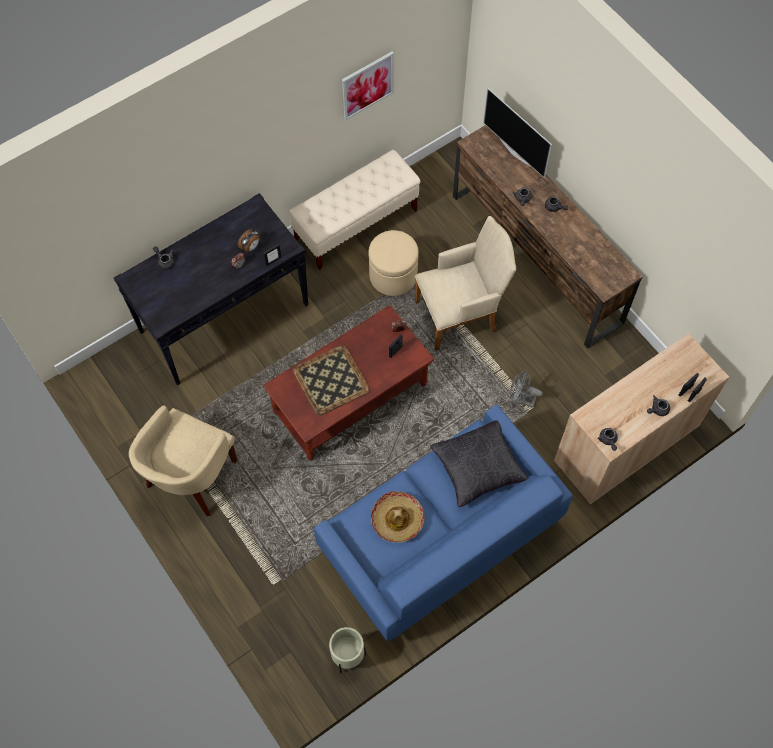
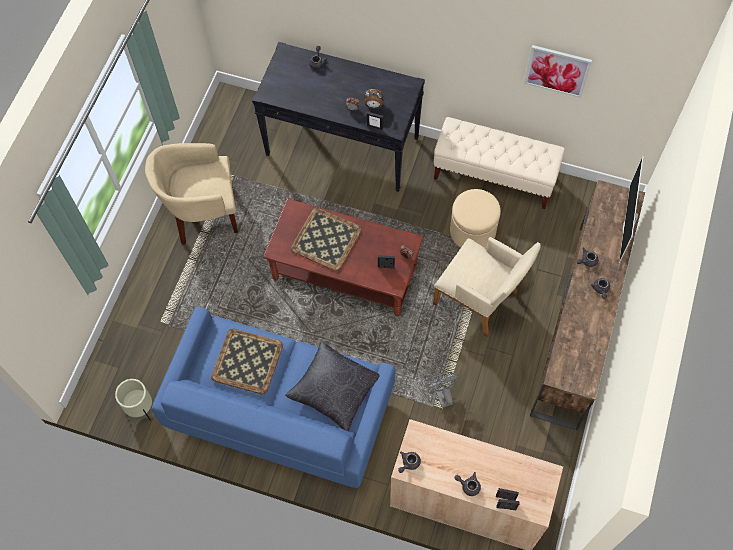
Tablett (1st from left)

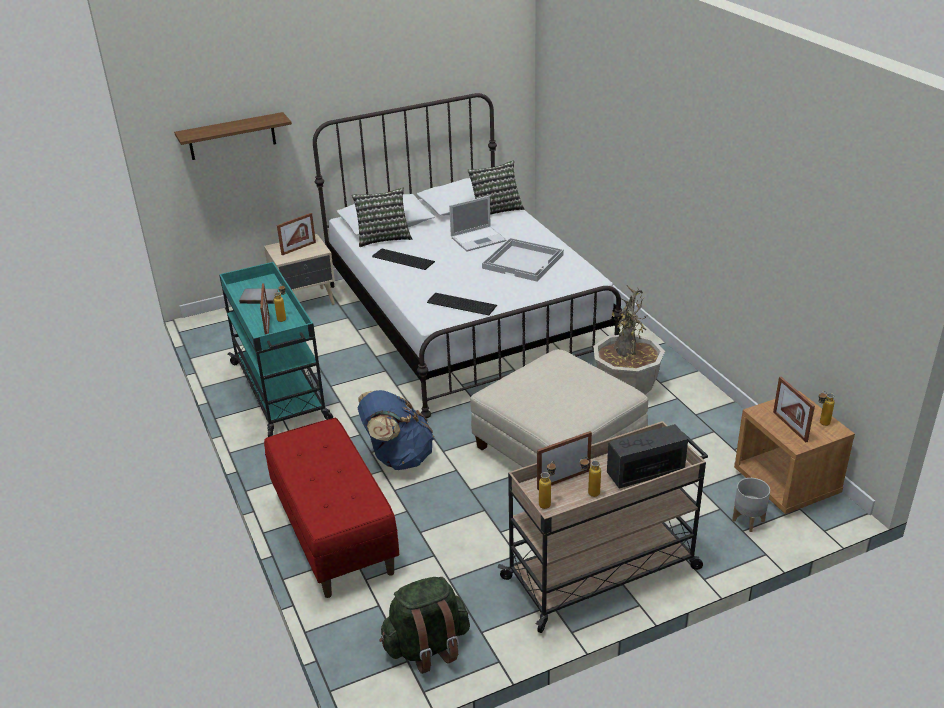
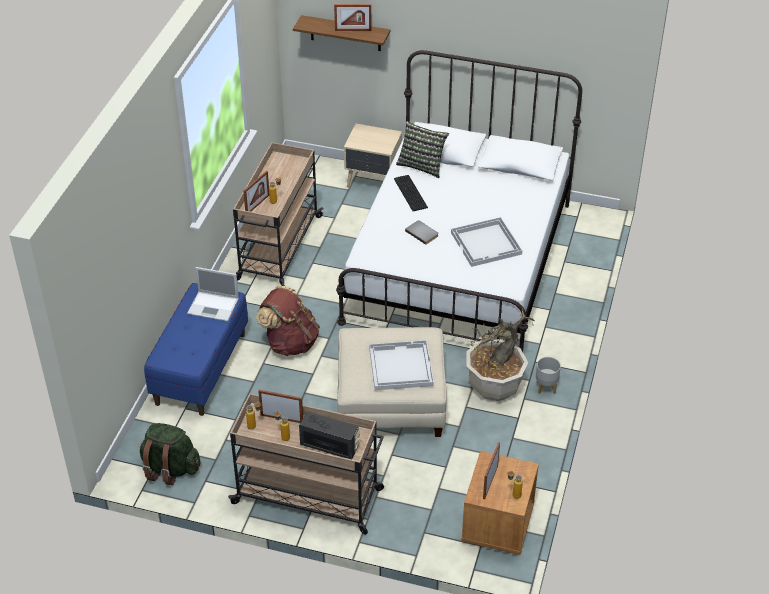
Rollwagen [beige] (1st from left); Buch [grau]; Bank [blau]; Bilderrahmen (3rd from left); Rucksack [braun]; Tastatur (2nd from left in the first image); Laptop; Kissen (2nd from left in the first image); Pflanzkübel [grau]; Tablett [weiß] (1st from left)

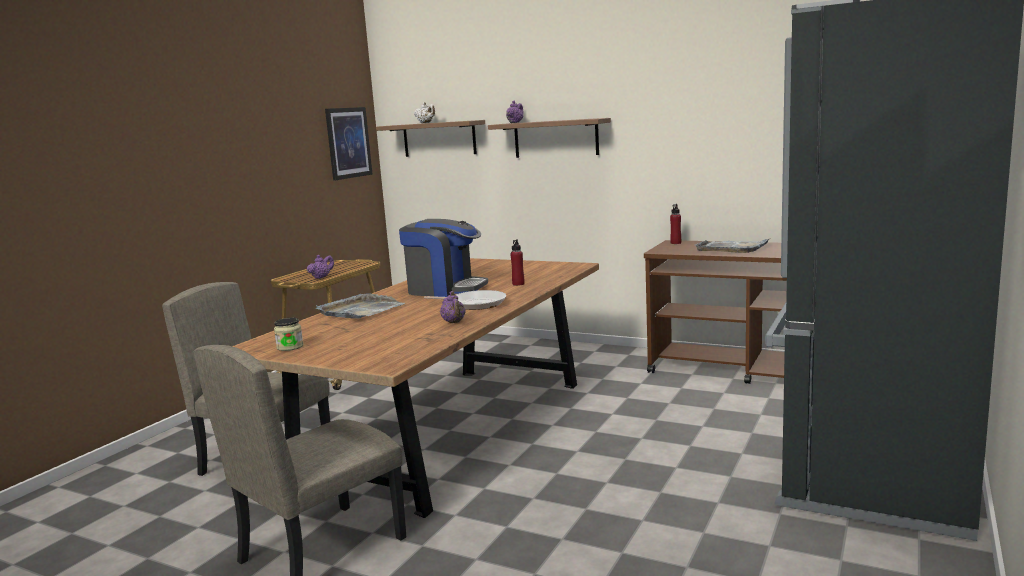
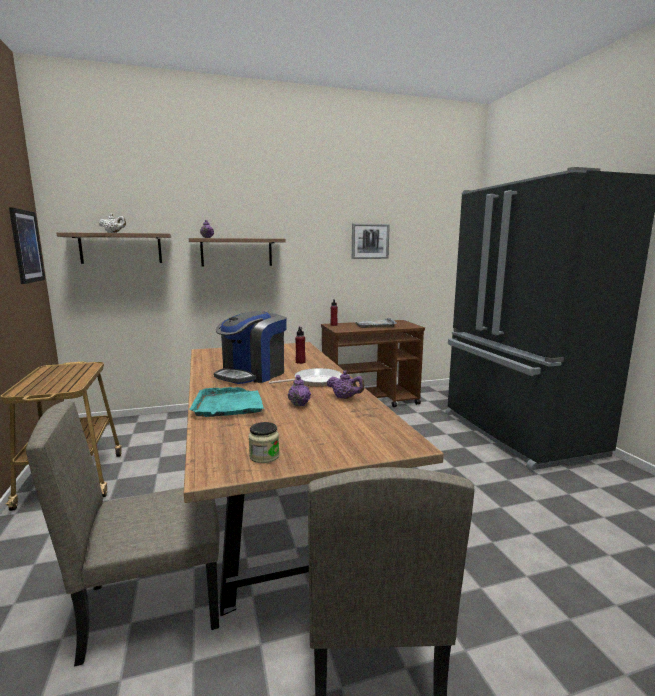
Teekanne [lila] (2nd from left); Tablett [türkis]; Kaffeemaschine; Bild (2nd from left)

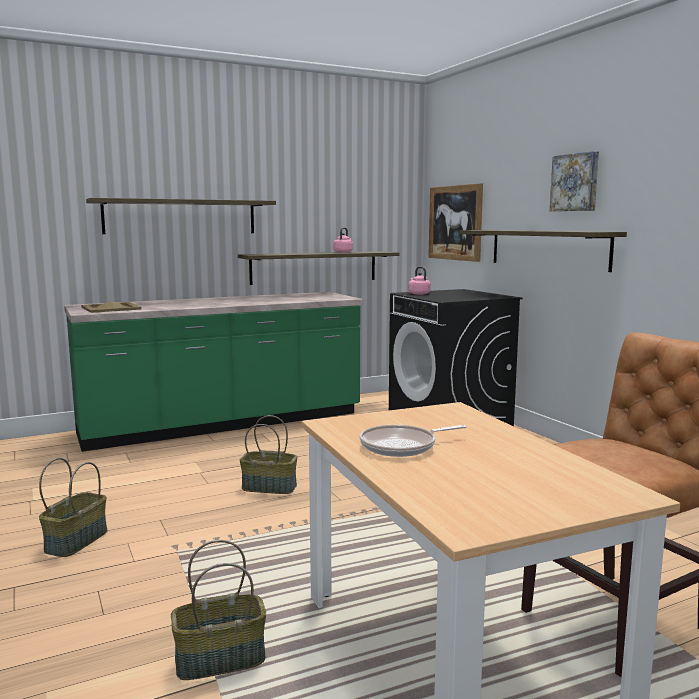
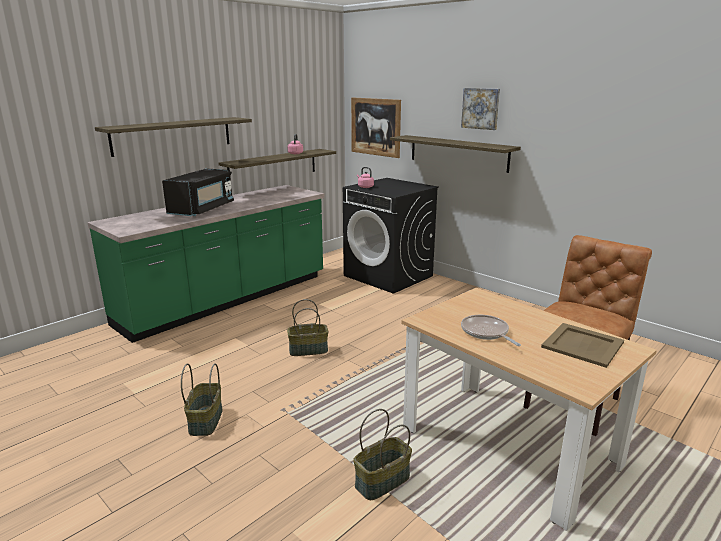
Tablett [beige]; Pfanne; Mikrowelle [schwarz]

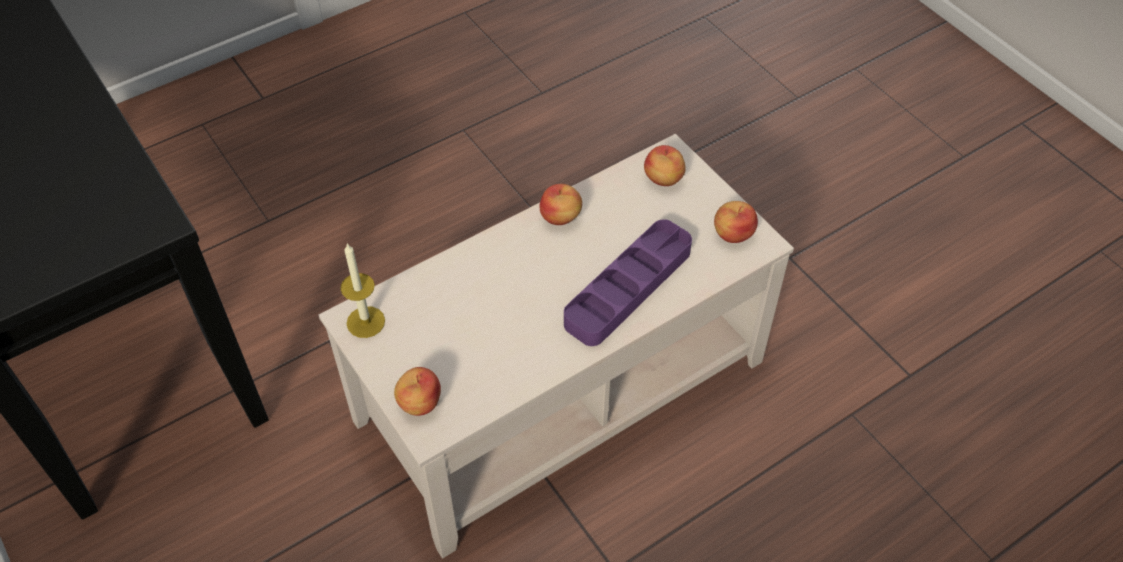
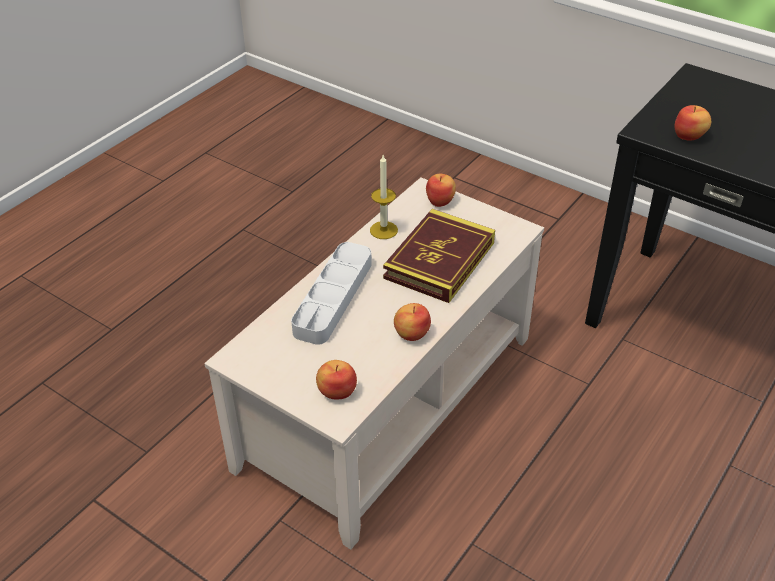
Kerze; Tablett [grau]; Apfel (4th from left); Buch

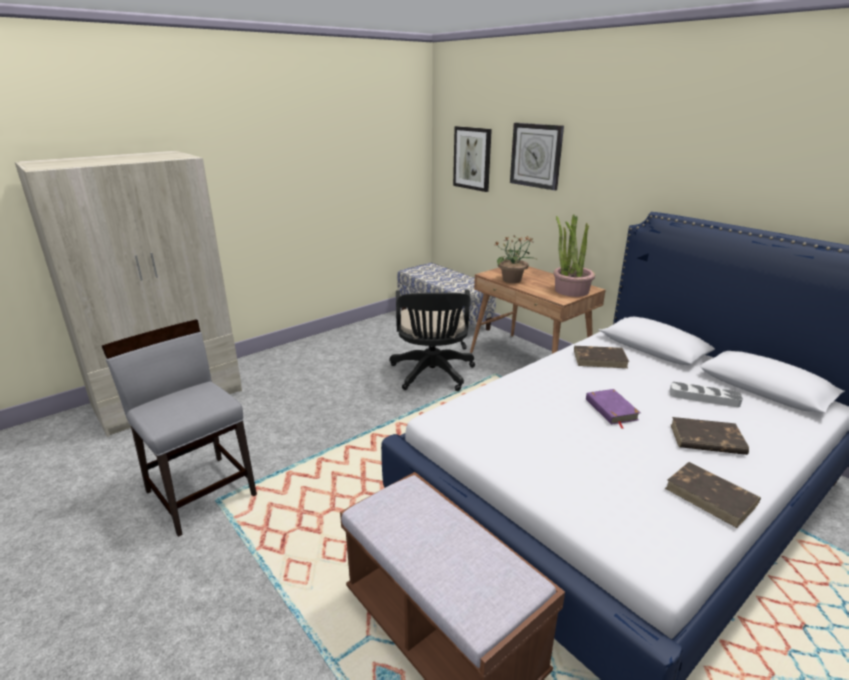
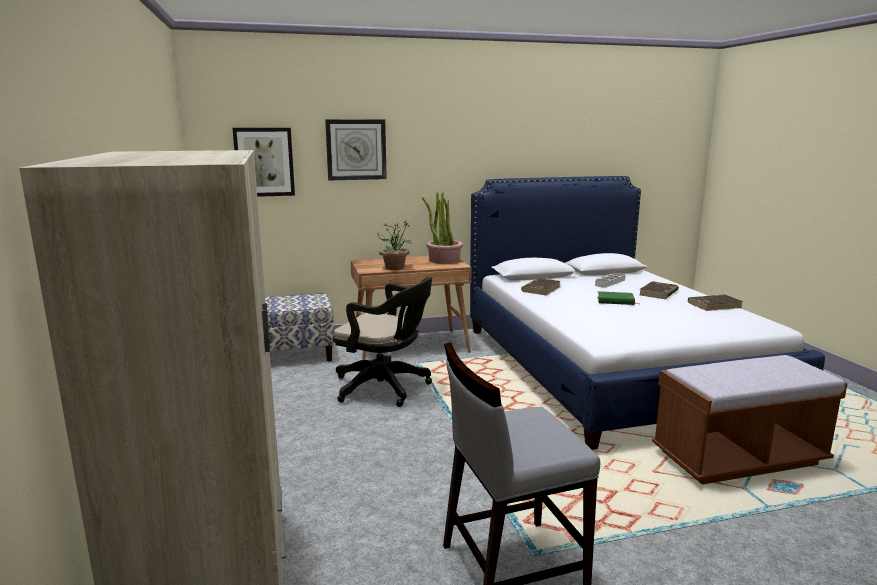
Buch [grün]

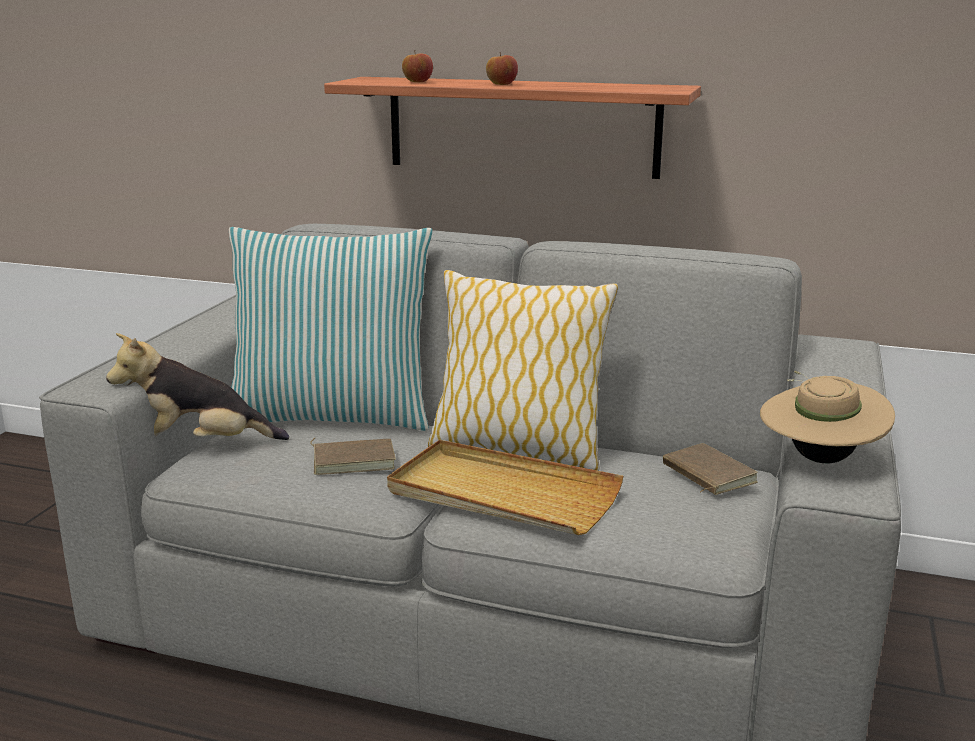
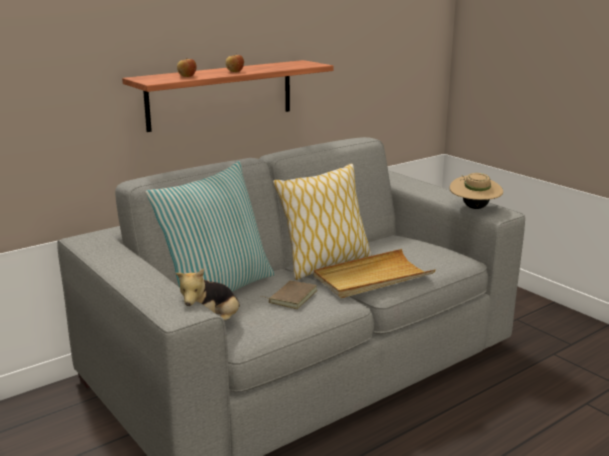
Buch [braun] (2nd from left in the first image)

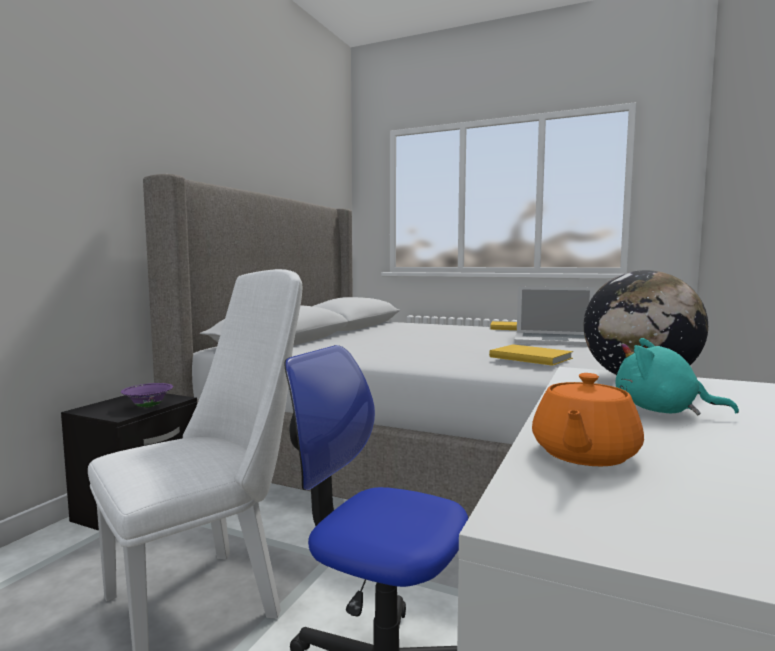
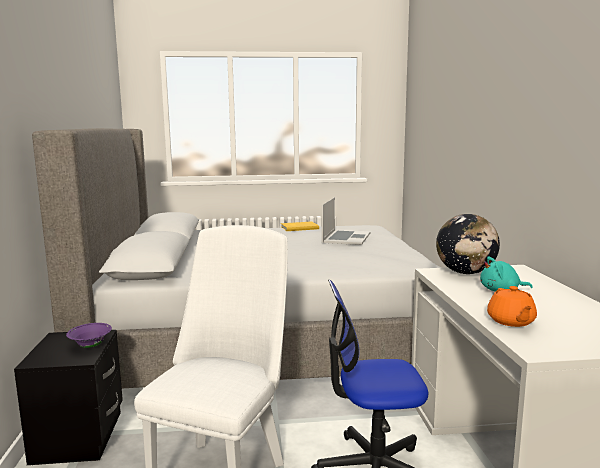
Buch [gelb] (2nd from left in the first image); Laptop

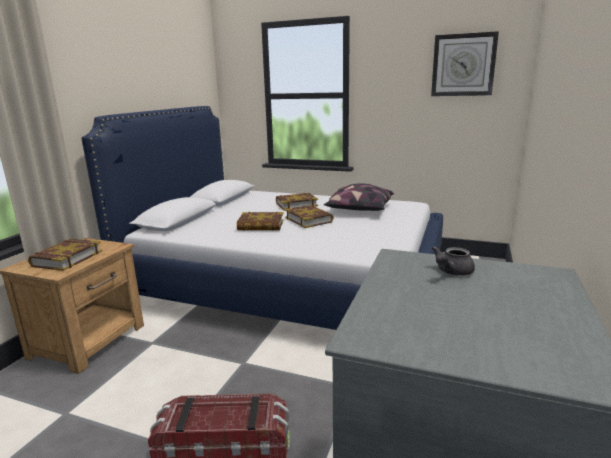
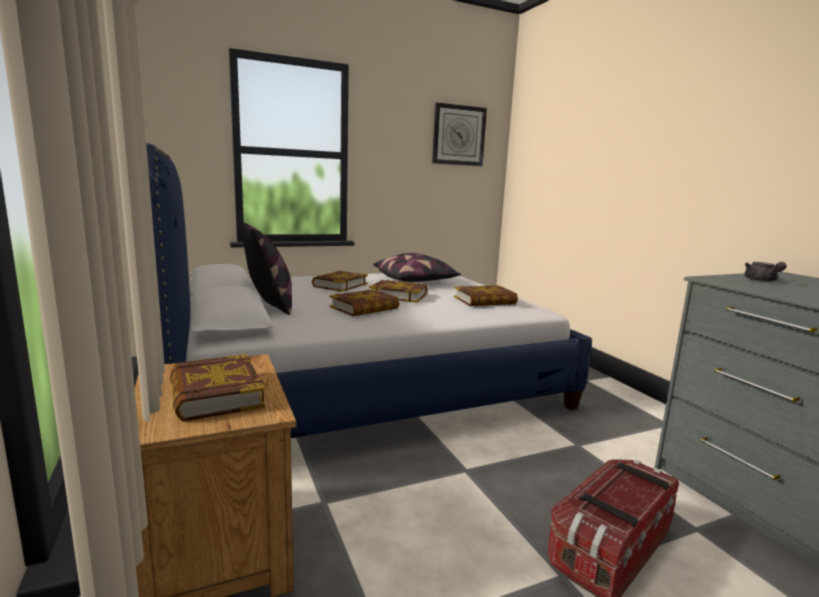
Kissen (1st from left); Buch (5th from left)

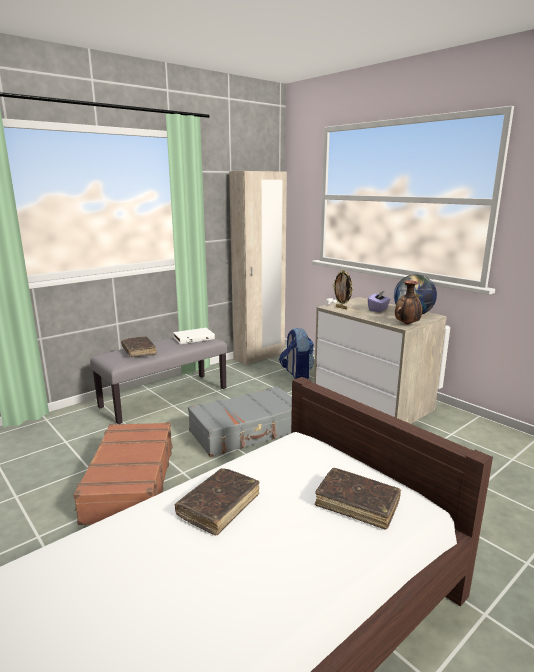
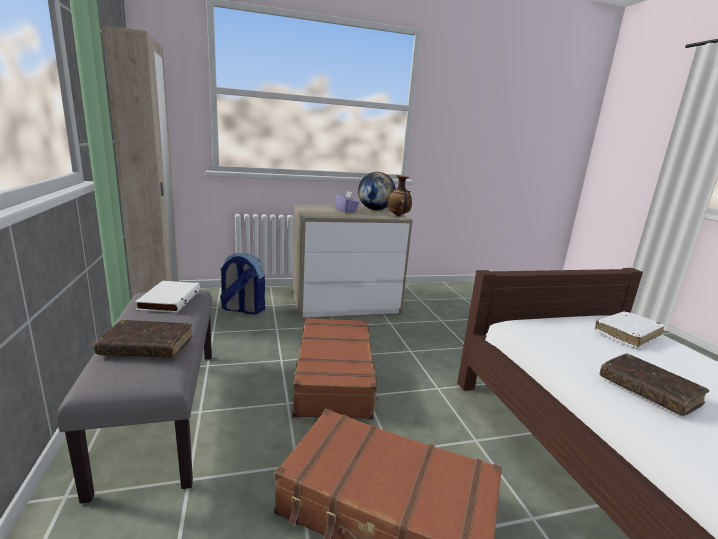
Koffer [braun] (1st from left); Buch [weiß] (2nd from left); Bilderrahmen

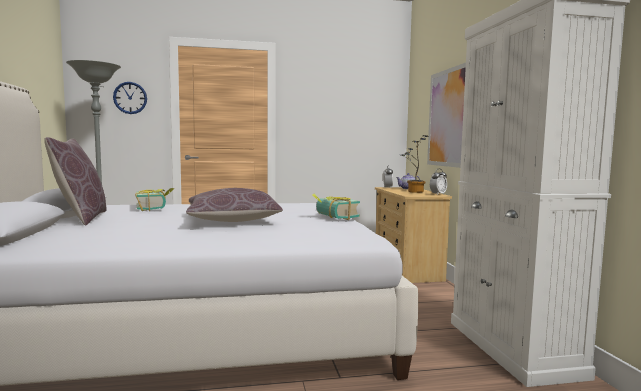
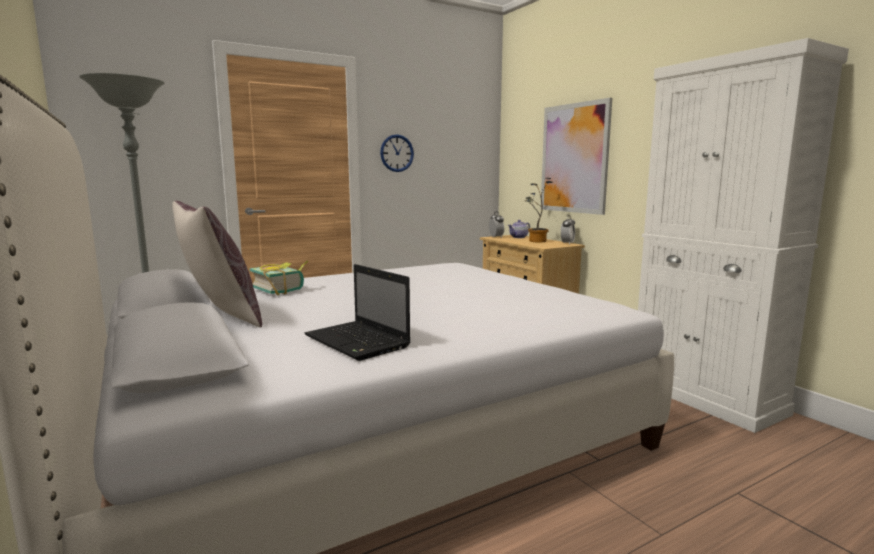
Wanduhr; Kissen [braun] (2nd from left in the first image); Buch (2nd from left in the first image); Laptop

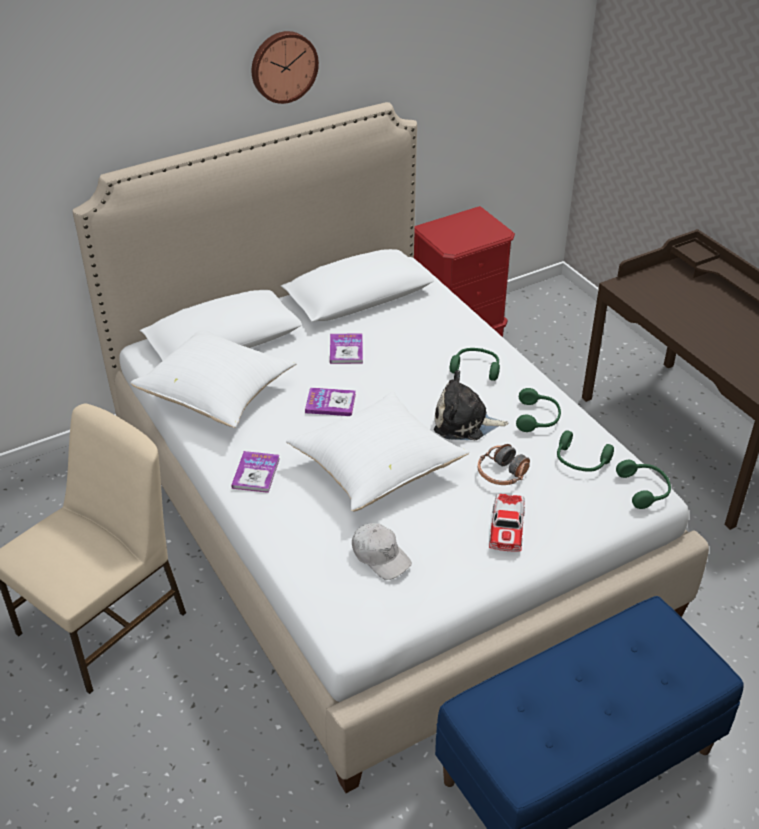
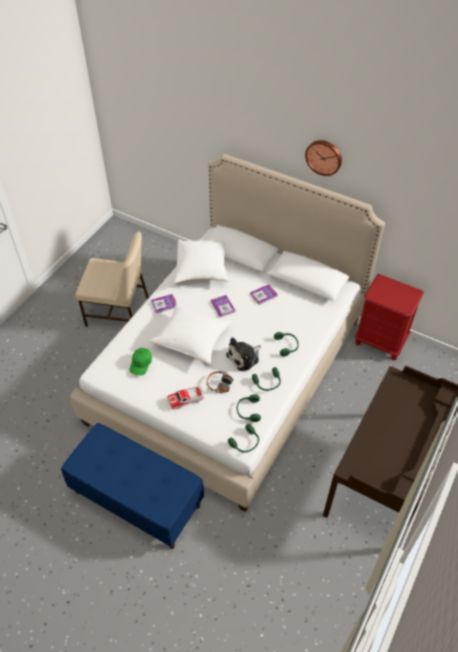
Kappe [grün]; Plüschtier

